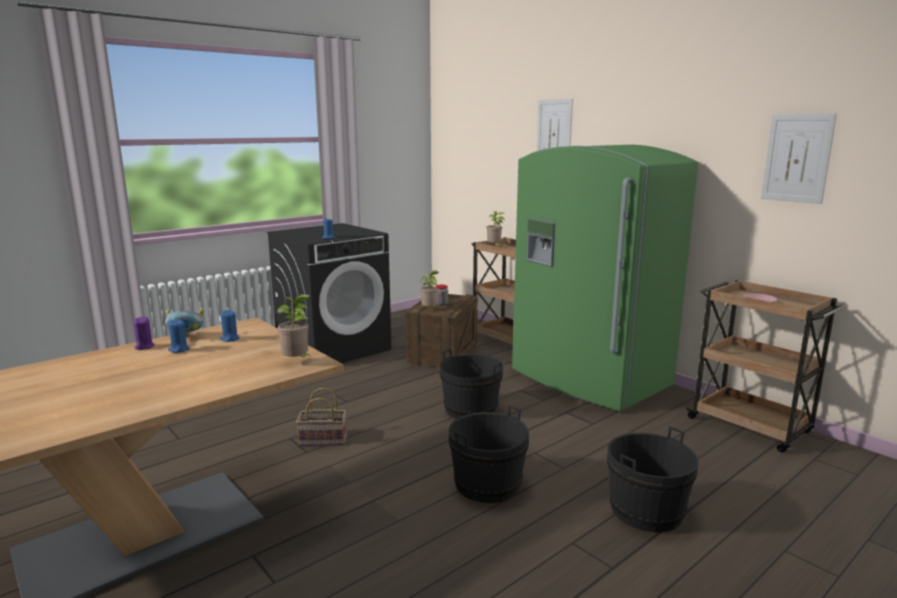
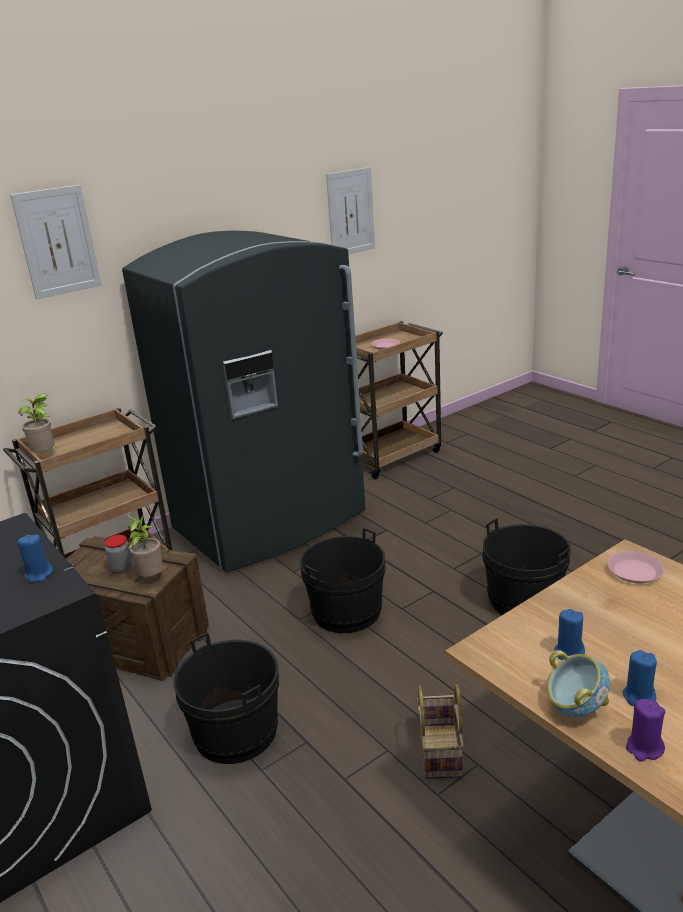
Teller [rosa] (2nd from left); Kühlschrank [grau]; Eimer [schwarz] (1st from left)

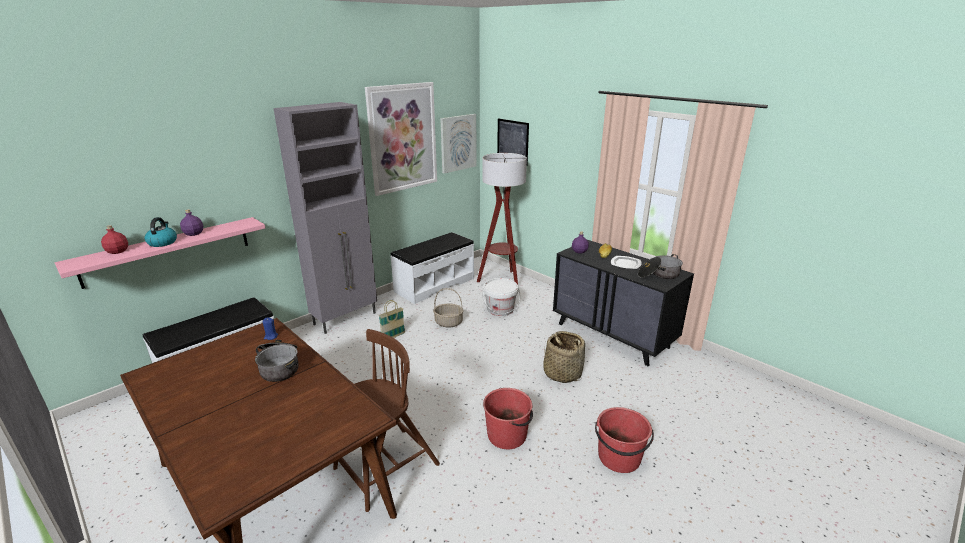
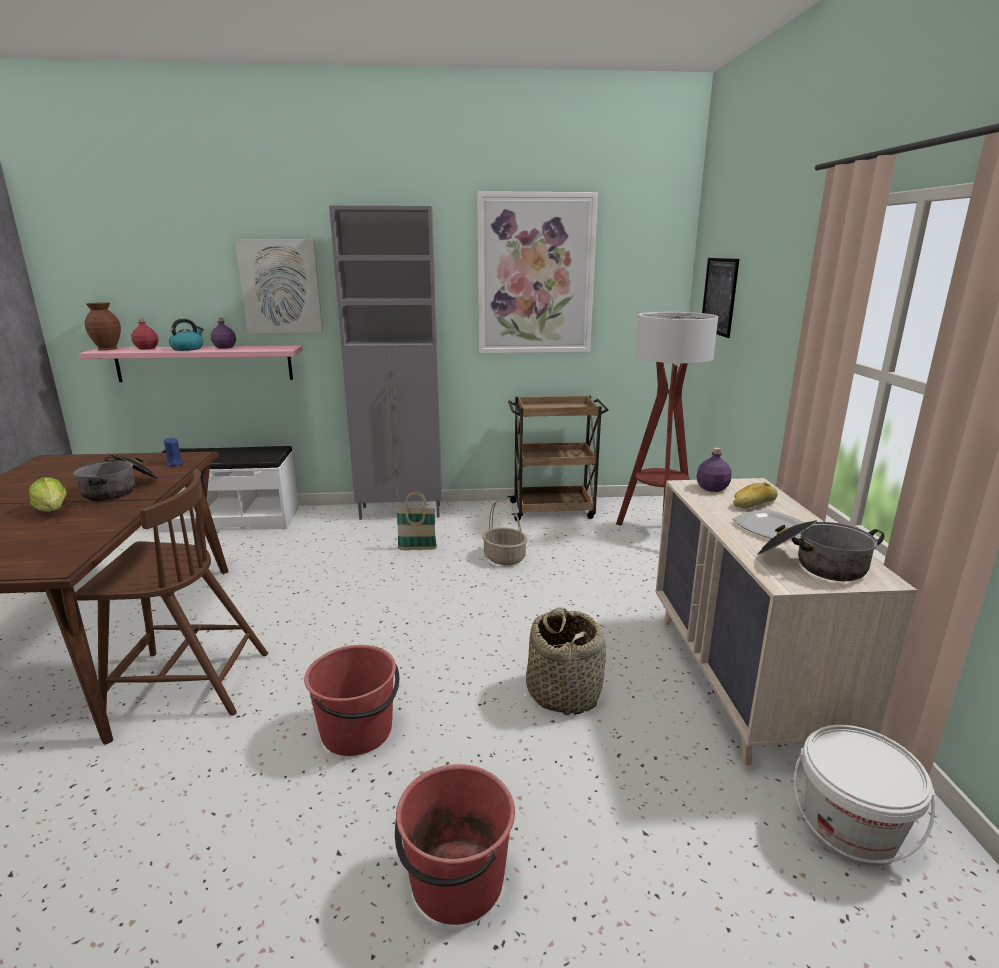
Rollwagen [braun]; Bild (1st from left); Eimer [weiß]; Kommode [beige]; Salatkopf; Vase [braun]

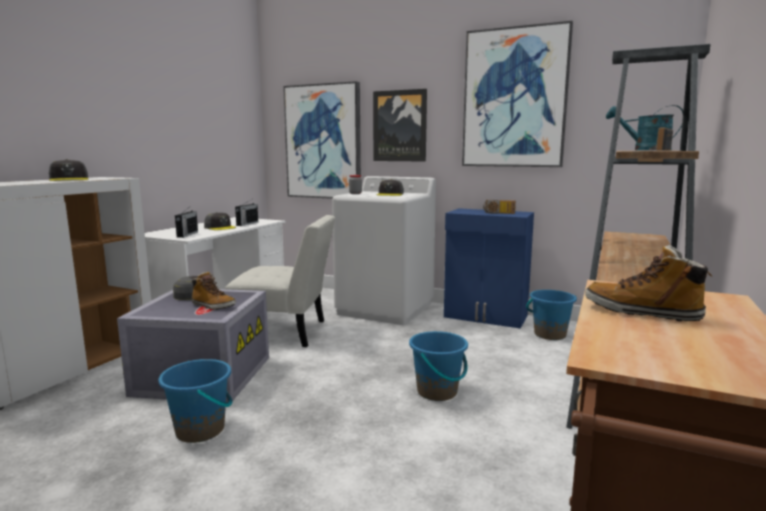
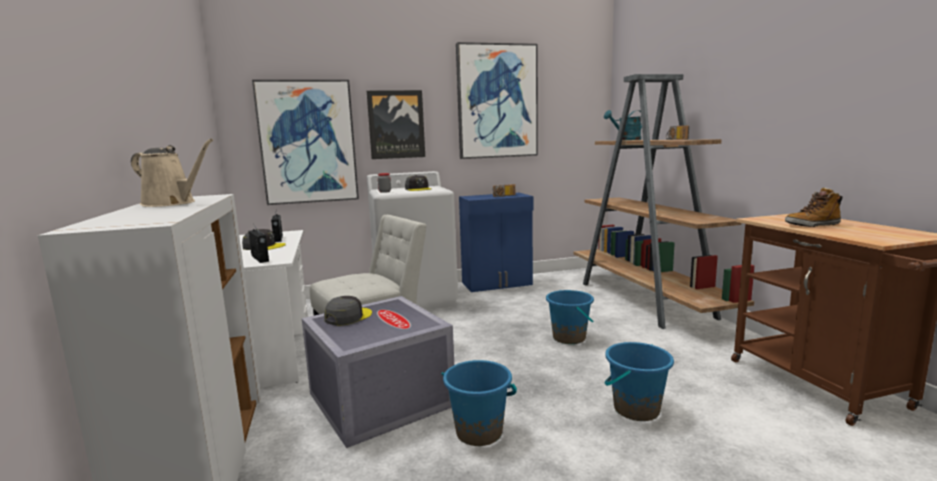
Gießkanne [beige]; Stiefel (1st from left in the first image); Eimer [blau] (3rd from left)

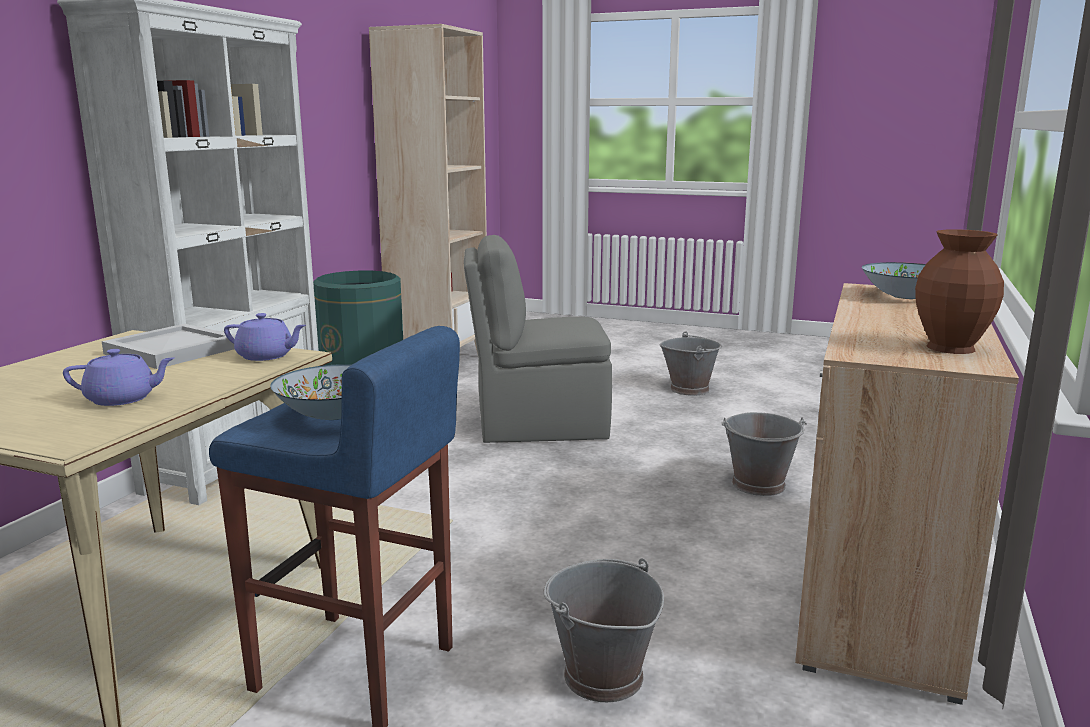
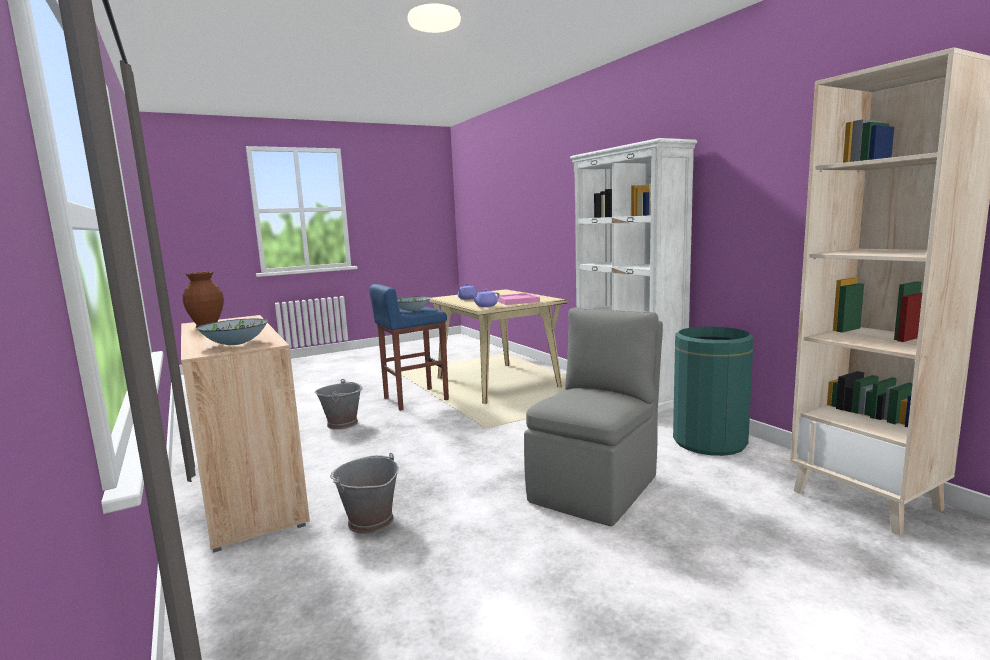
Tablett [rosa]; Eimer [grau] (2nd from left in the first image)

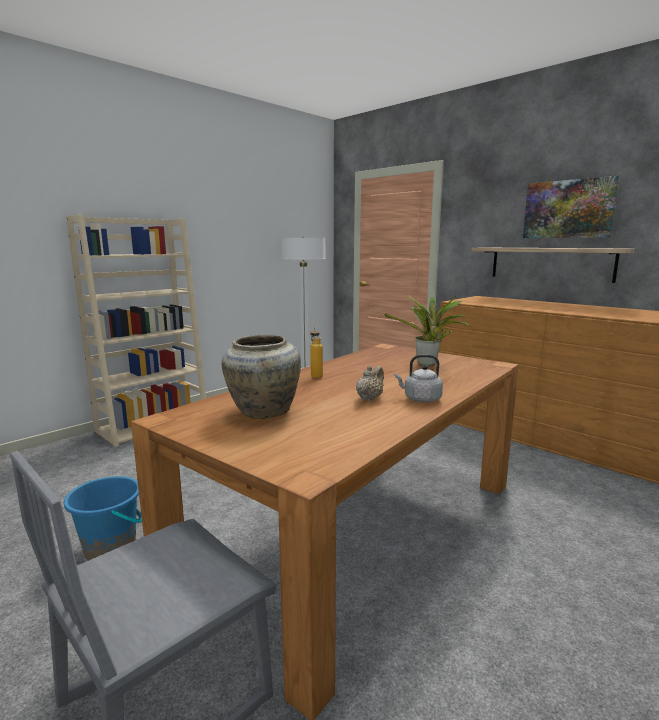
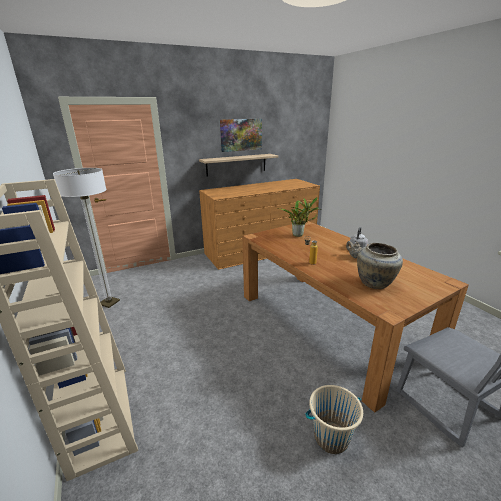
Eimer [beige]

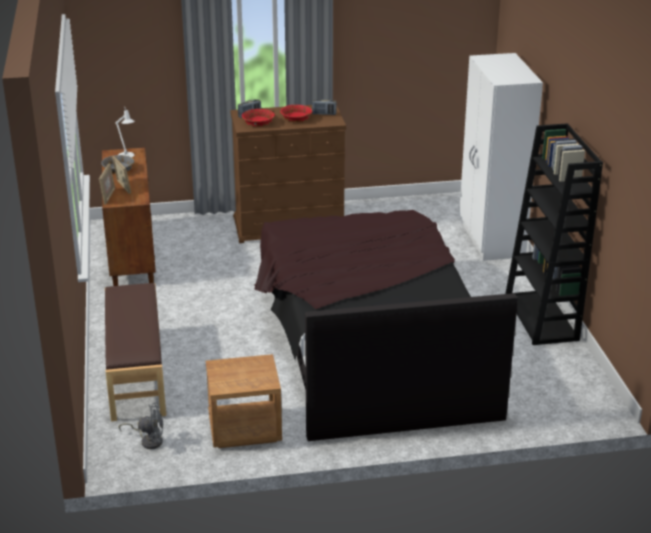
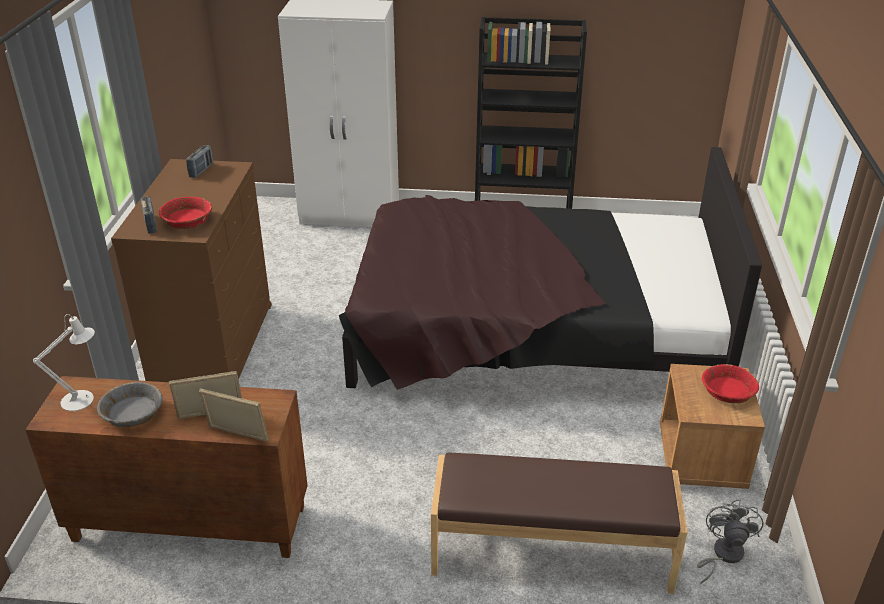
Schüssel [rot] (2nd from left)

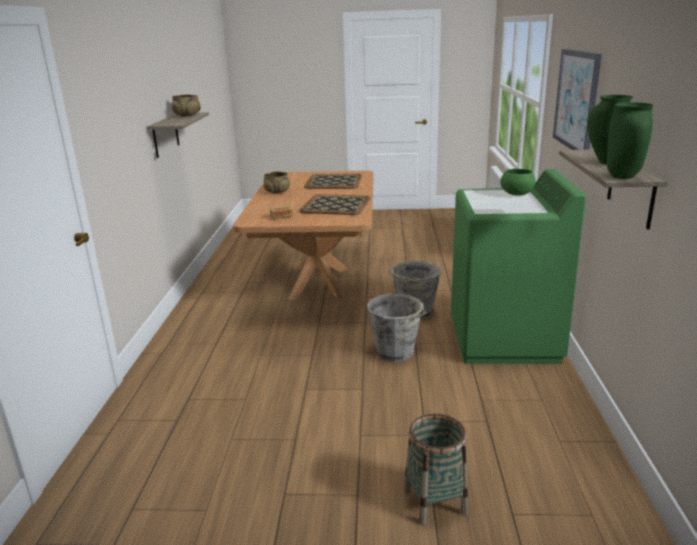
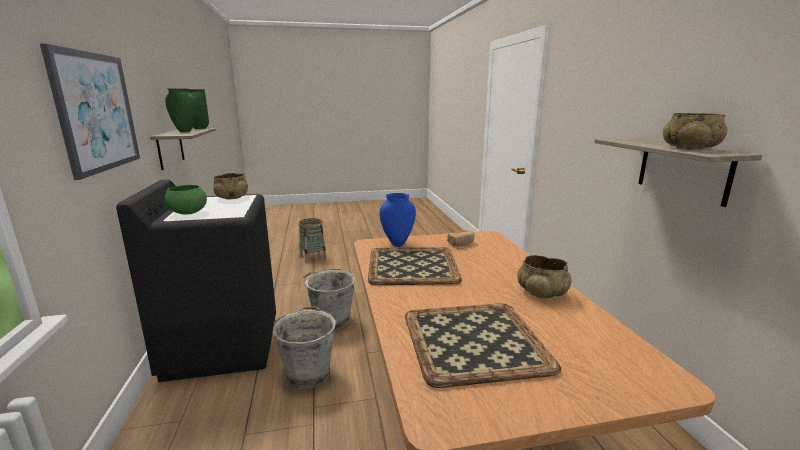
Waschmaschine [schwarz]; Schüssel [beige] (1st from left); Vase [blau]

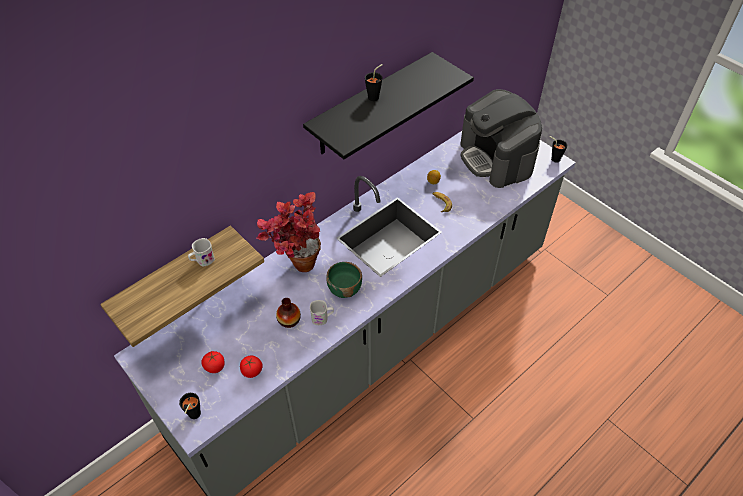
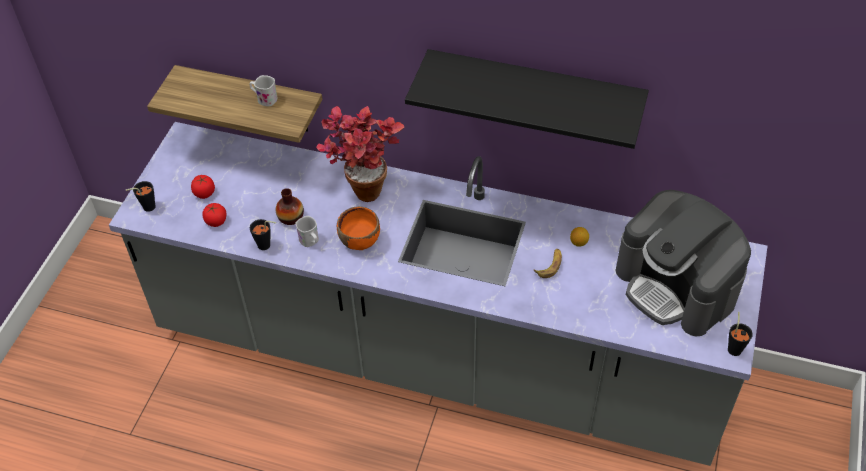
Schüssel [orange]; Tasse [schwarz] (2nd from left); Kaffeemaschine

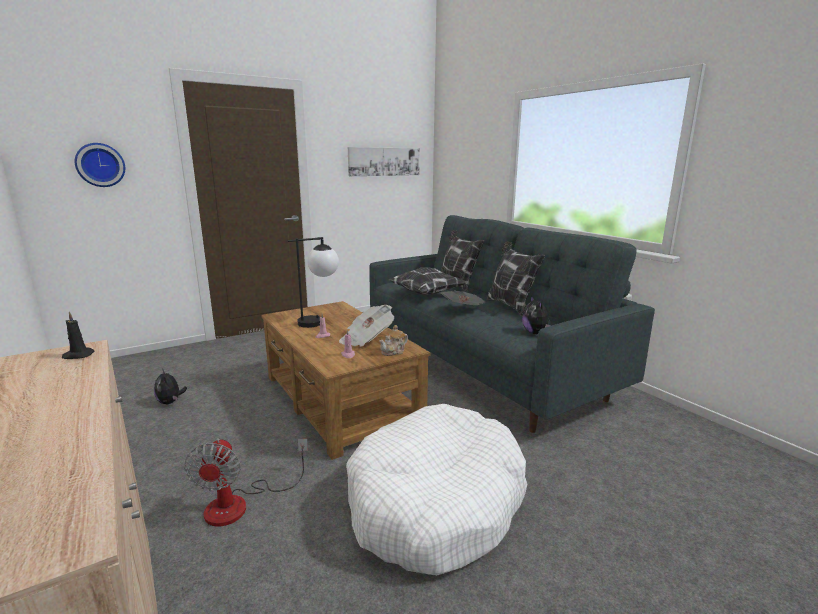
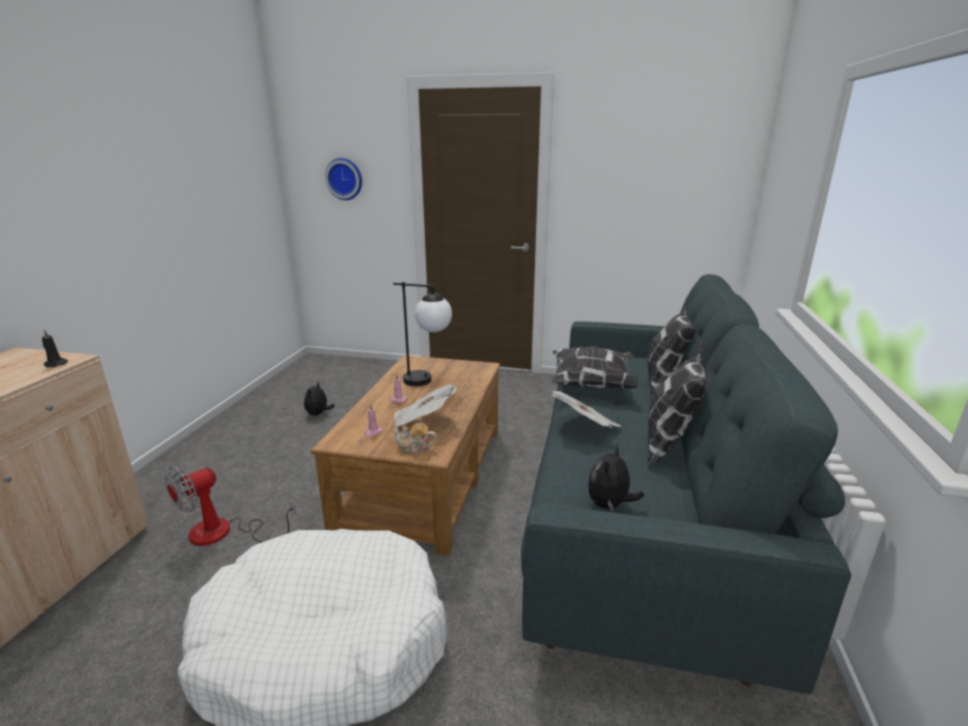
Bild

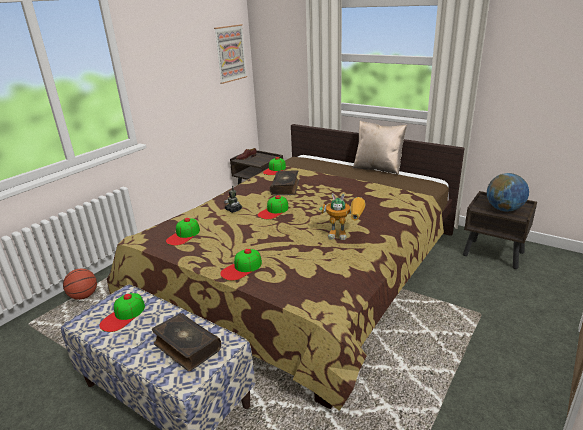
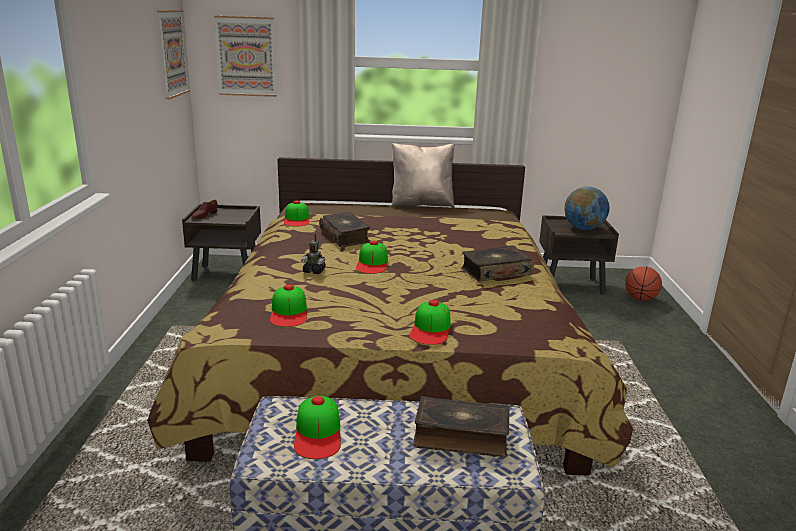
Basketball; Buch (3rd from left); Bild (2nd from left)

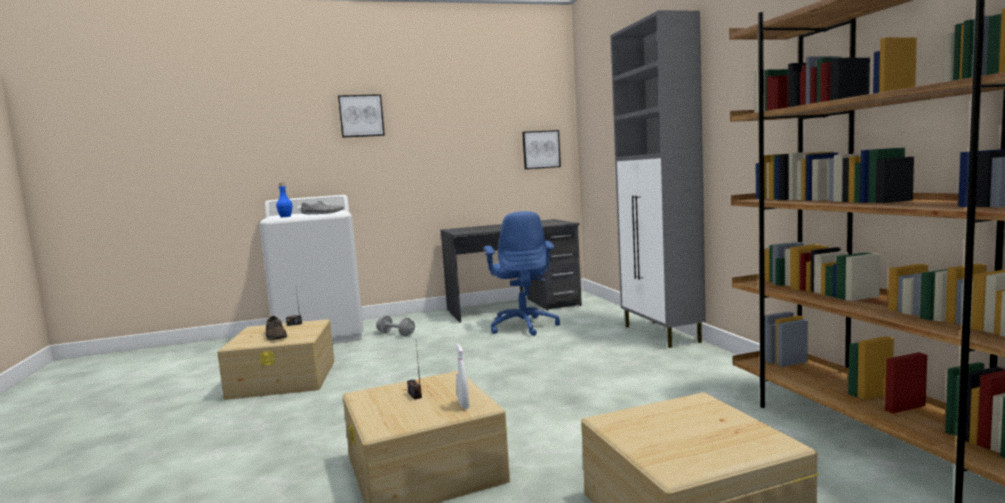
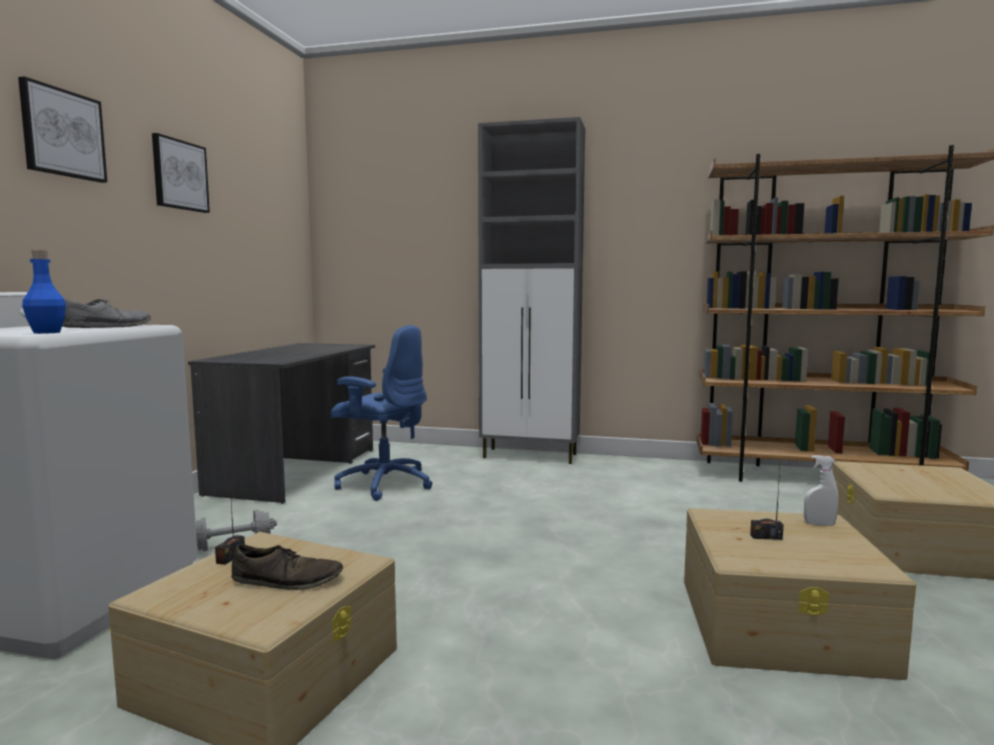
Bild (2nd from left)

